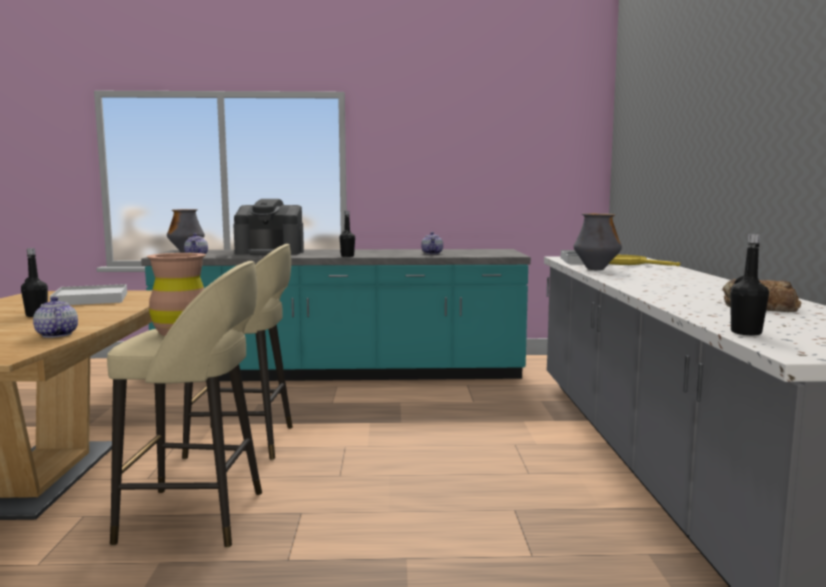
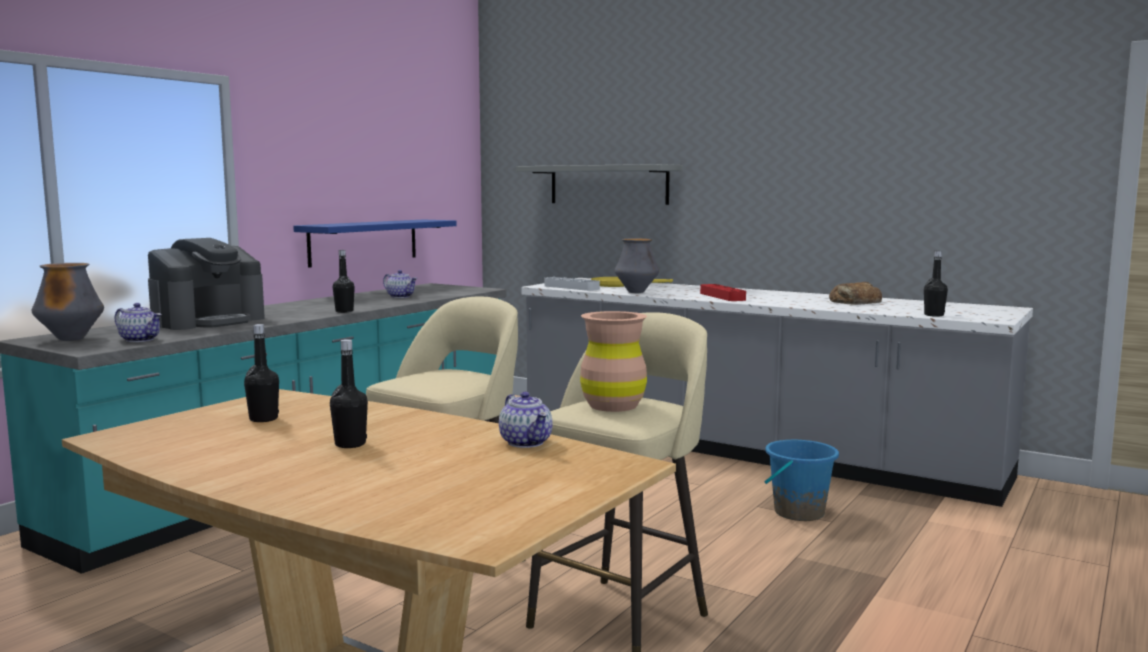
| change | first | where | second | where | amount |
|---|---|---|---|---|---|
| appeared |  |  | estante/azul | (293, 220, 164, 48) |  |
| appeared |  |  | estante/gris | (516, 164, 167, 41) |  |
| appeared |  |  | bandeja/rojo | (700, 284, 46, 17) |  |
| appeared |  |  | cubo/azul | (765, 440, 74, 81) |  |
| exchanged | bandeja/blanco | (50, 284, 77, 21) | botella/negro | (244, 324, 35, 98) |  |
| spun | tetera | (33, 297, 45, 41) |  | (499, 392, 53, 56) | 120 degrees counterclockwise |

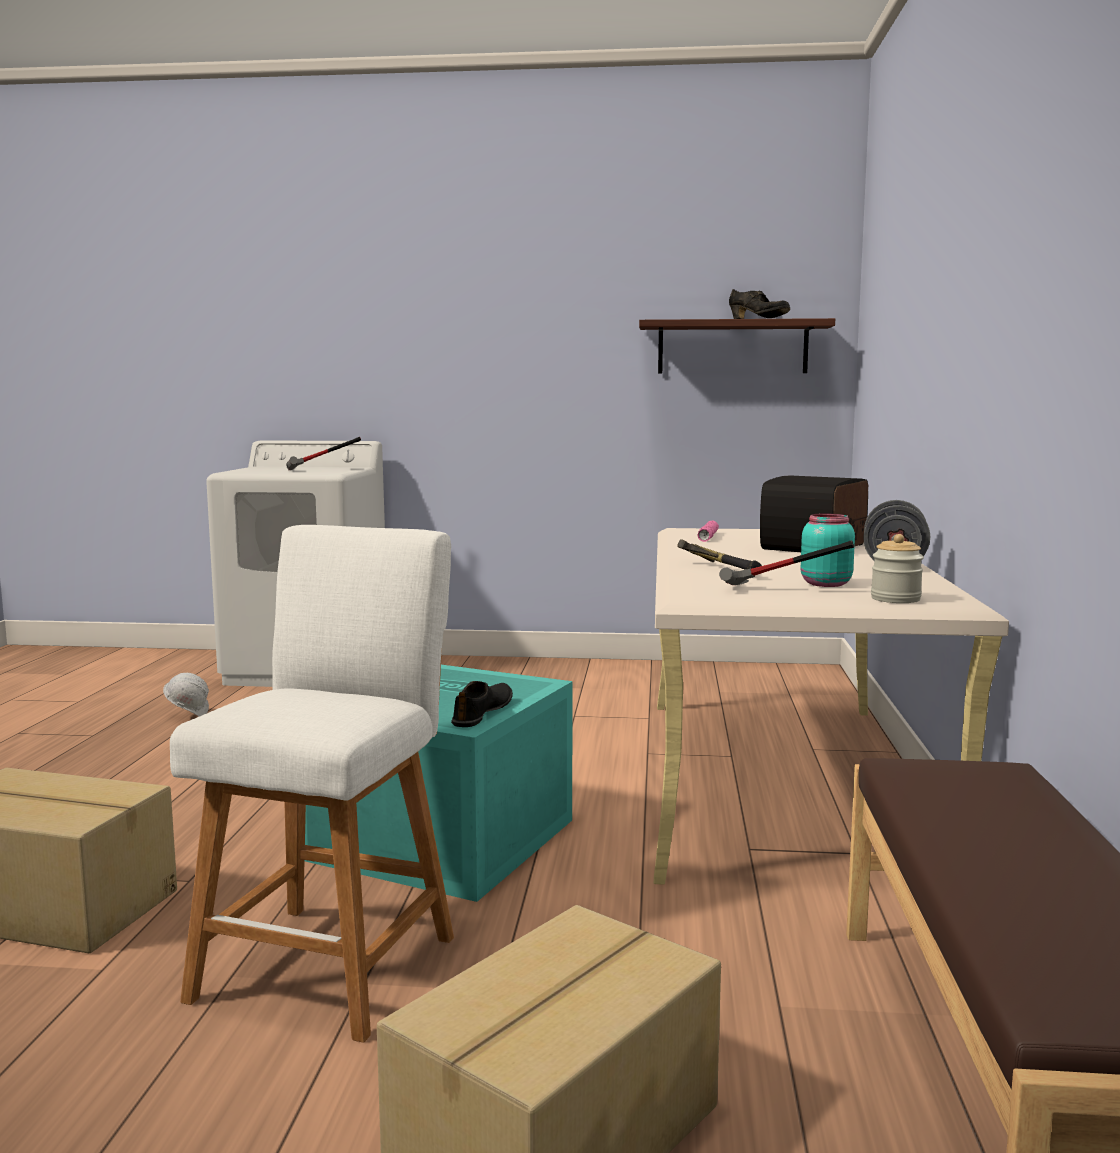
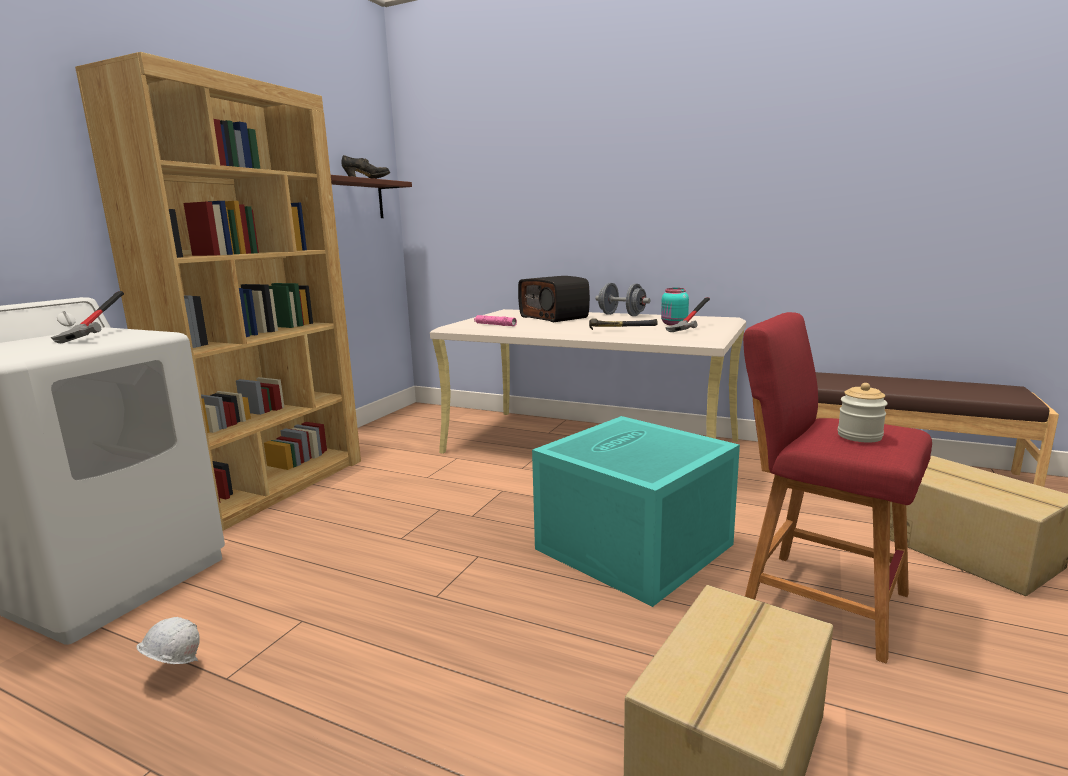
| change | first | where | second | where | amount |
|---|---|---|---|---|---|
| missing | zapato/negro | (451, 681, 62, 46) |  |  |  |
| appeared |  |  | estantería/marrón | (75, 52, 286, 479) |  |
| relocated | tarro | (871, 534, 53, 69) |  | (838, 383, 50, 60) |  |
| colour | taburete/blanco | (170, 525, 284, 518) | taburete/rojo | (743, 312, 189, 351) |  |

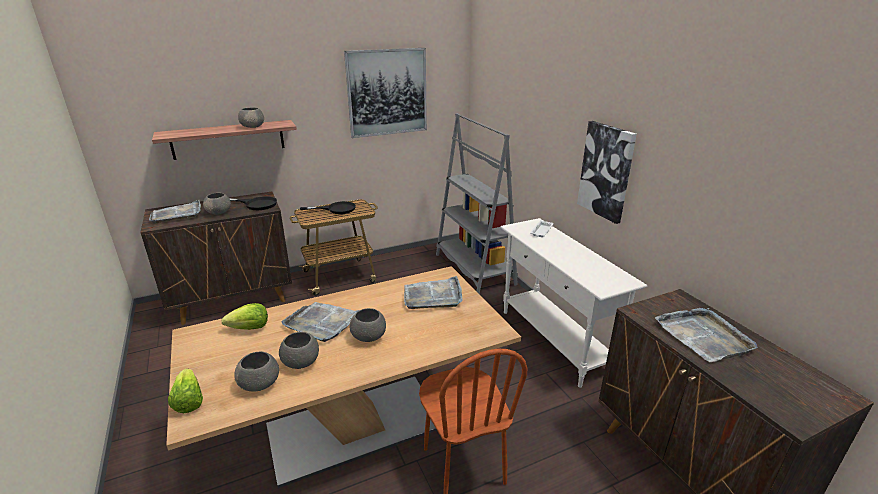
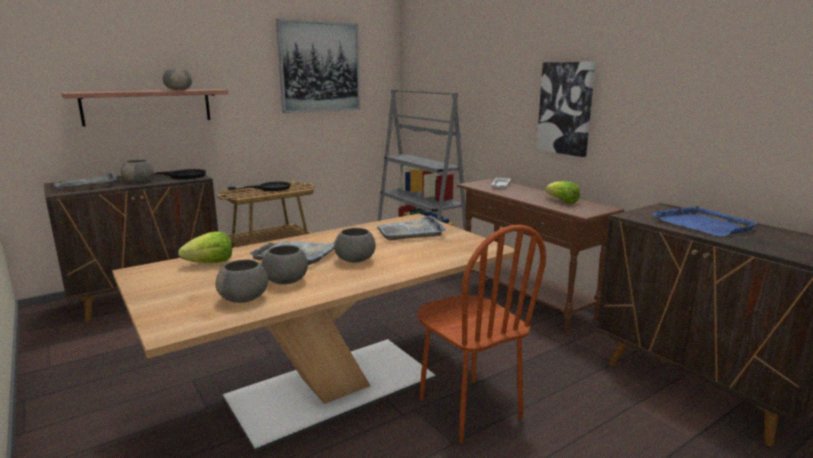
| change | first | where | second | where | amount |
|---|---|---|---|---|---|
| relocated | lechuga | (168, 369, 35, 44) |  | (545, 181, 35, 23) |  |
| colour | mesa consola/blanco | (500, 218, 147, 170) | mesa consola/marrón | (457, 179, 167, 155) |  |
| colour | bandeja/gris | (655, 308, 103, 54) | bandeja/azul | (653, 206, 104, 30) |  |

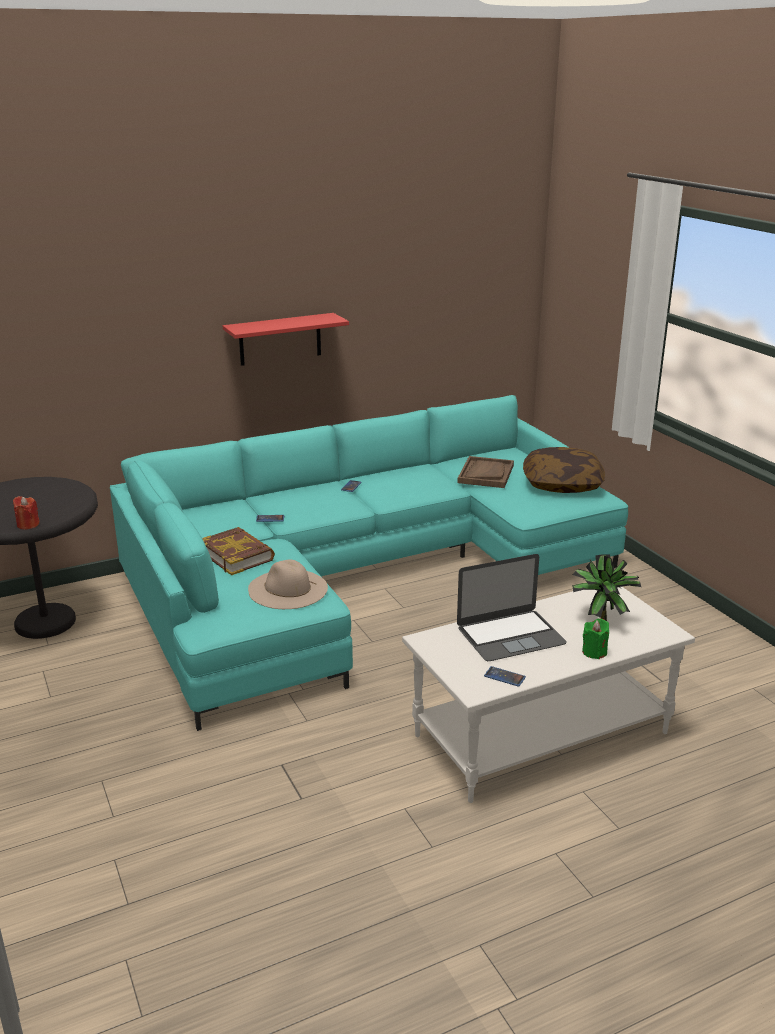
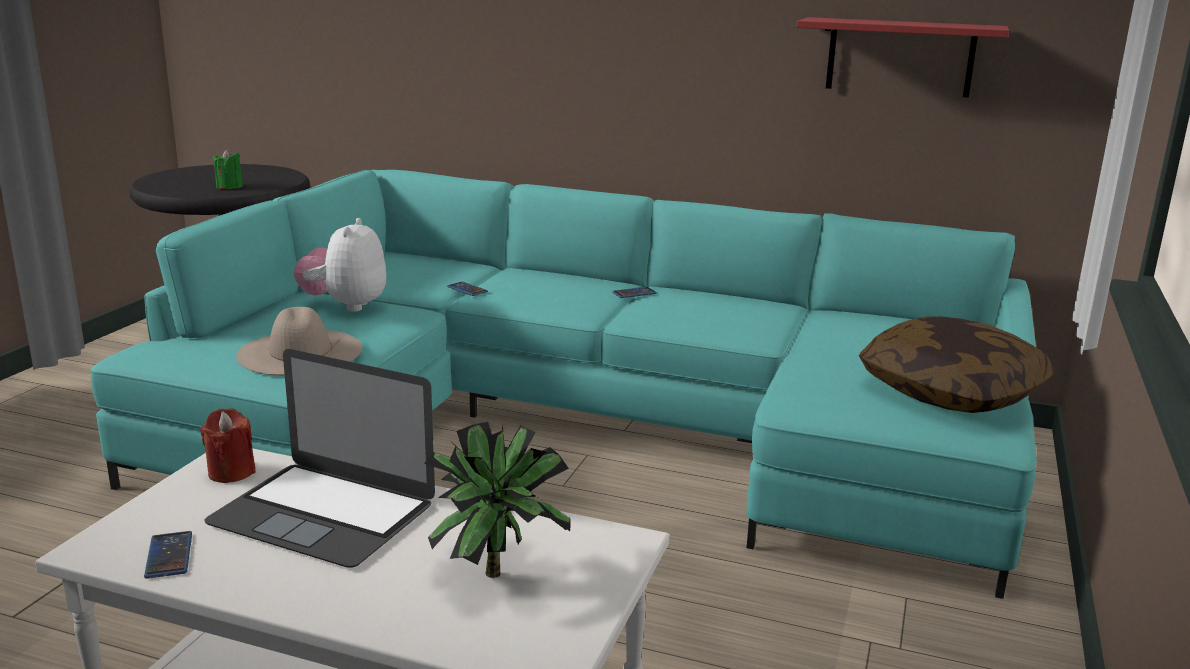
| change | first | where | second | where | amount |
|---|---|---|---|---|---|
| missing | bandeja/marrón | (457, 456, 57, 32) |  |  |  |
| relocated | vela/rojo | (13, 496, 27, 34) |  | (200, 408, 56, 75) |  |
| relocated | estante/rojo | (223, 313, 126, 53) |  | (796, 17, 213, 81) |  |
| relocated | vela/verde | (582, 618, 27, 41) |  | (213, 150, 30, 39) |  |
| exchanged | libro | (202, 527, 73, 48) | peluche | (294, 218, 92, 94) |  |

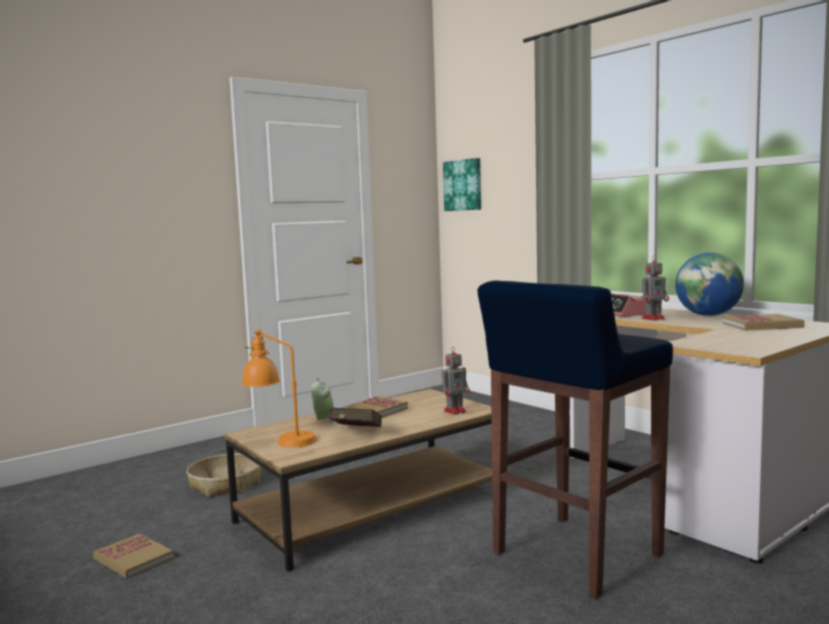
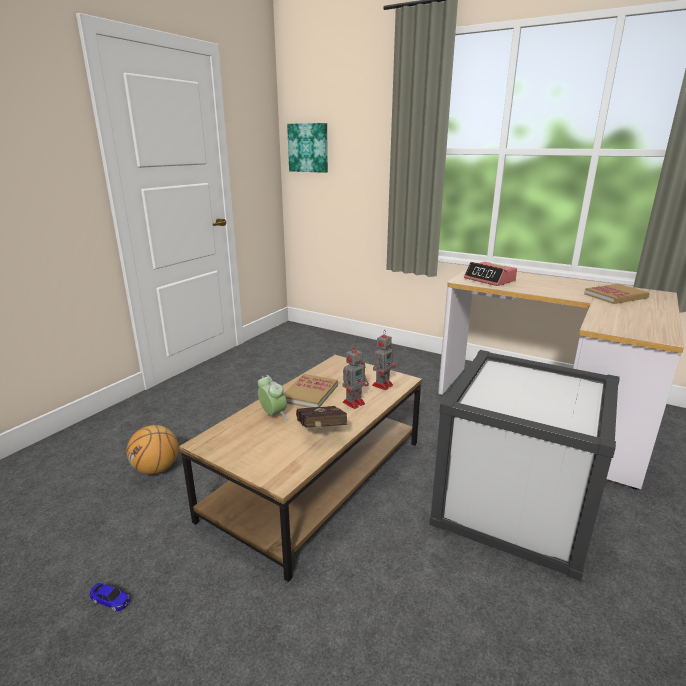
| change | first | where | second | where | amount |
|---|---|---|---|---|---|
| missing | lámpara de mesa/naranja | (242, 329, 75, 119) |  |  |  |
| missing | globo terráqueo | (675, 252, 69, 64) |  |  |  |
| relocated | robot de juguete | (642, 255, 27, 66) |  | (342, 344, 27, 65) |  |
| exchanged | libro | (93, 534, 81, 45) | coche de juguete | (90, 583, 40, 28) |  |
| exchanged | cesta | (187, 453, 74, 44) | balón de baloncesto | (127, 425, 51, 49) |  |
| exchanged | taburete/azul | (478, 281, 195, 318) | caja de almacenaje/blanco | (429, 350, 191, 231) |  |

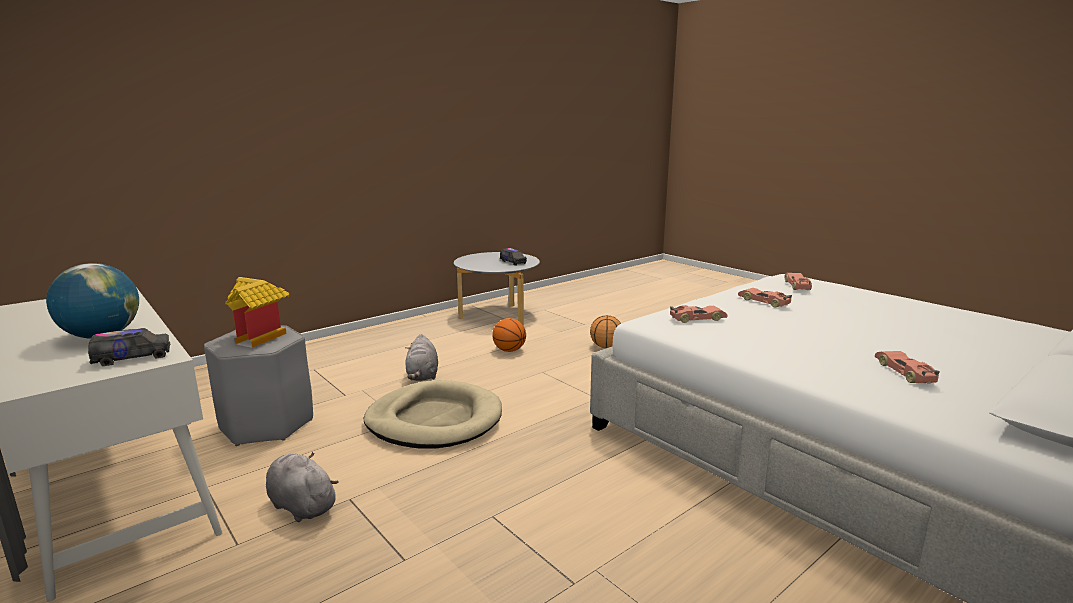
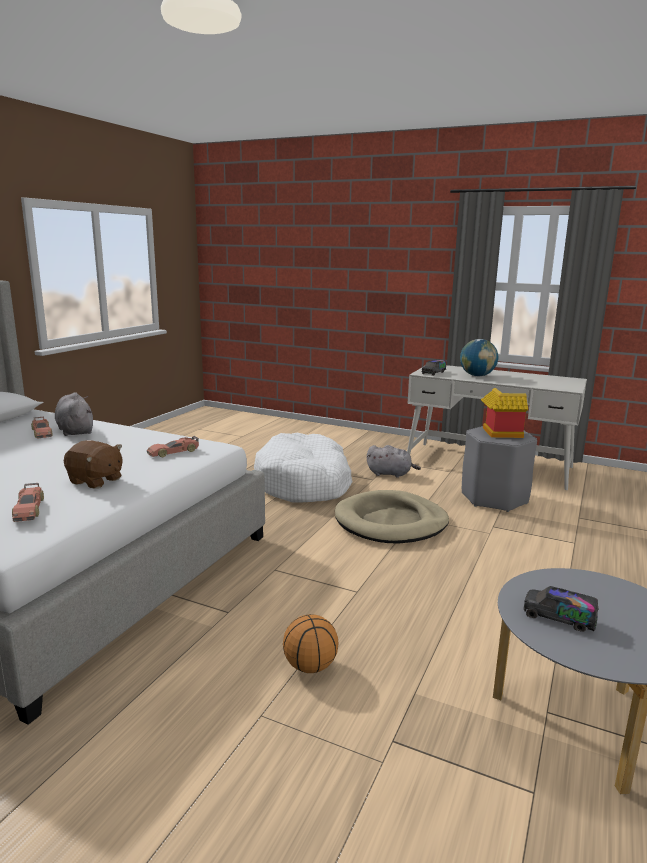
| change | first | where | second | where | amount |
|---|---|---|---|---|---|
| missing | balón de baloncesto | (492, 318, 34, 34) |  |  |  |
| appeared |  |  | cama para perro/blanco | (254, 433, 98, 70) |  |
| relocated | peluche/gris | (405, 334, 33, 47) |  | (55, 392, 38, 44) |  |
| exchanged | coche de juguete | (738, 288, 54, 20) | peluche/marrón | (64, 440, 59, 49) |  |

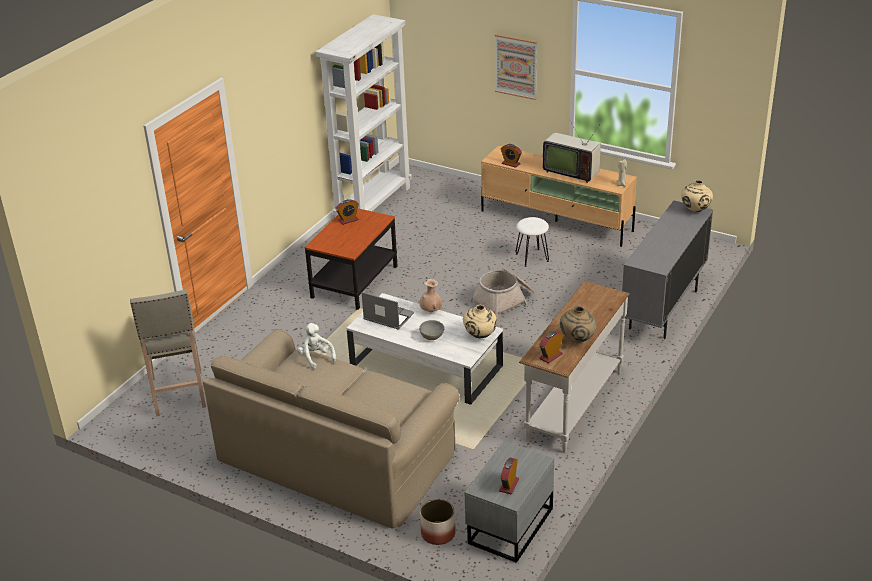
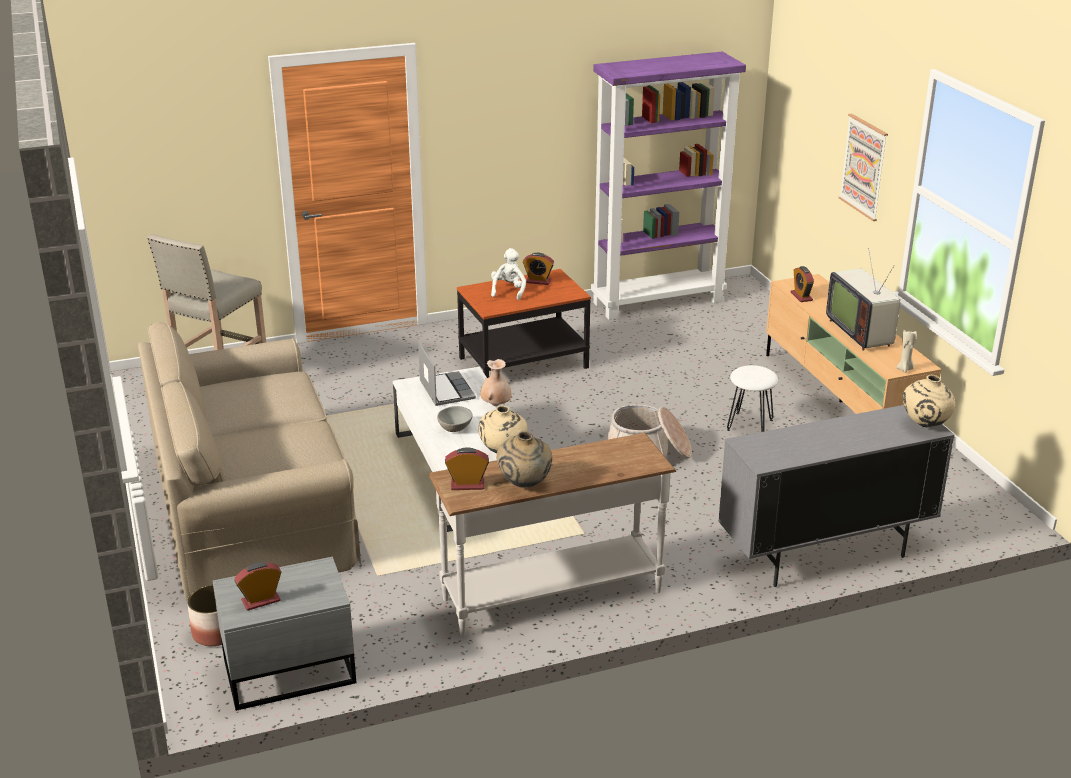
| change | first | where | second | where | amount |
|---|---|---|---|---|---|
| relocated | peluche/blanco | (297, 323, 39, 46) |  | (491, 248, 35, 52) |  |
| colour | estantería/blanco | (315, 14, 97, 203) | estantería/morado | (591, 52, 155, 268) |  |

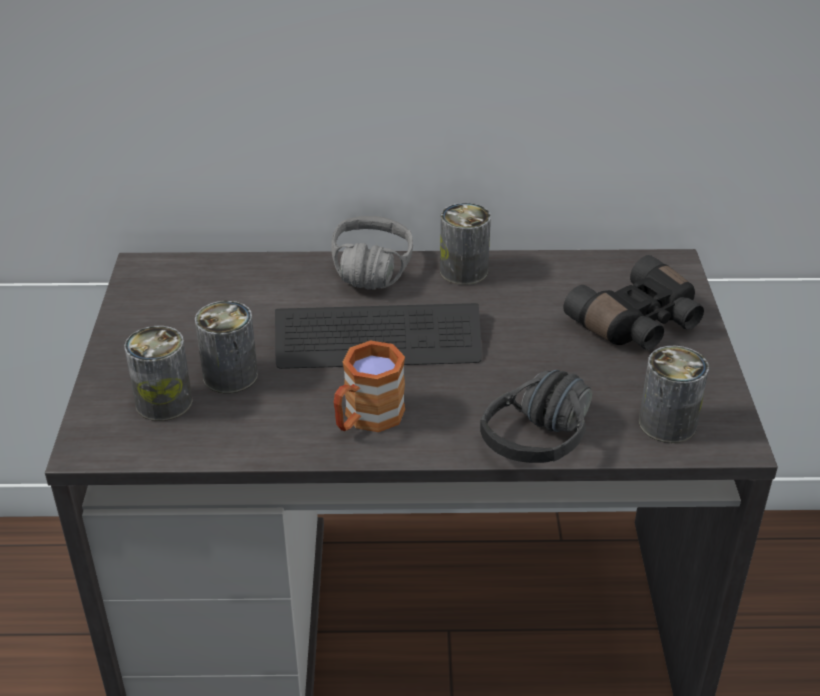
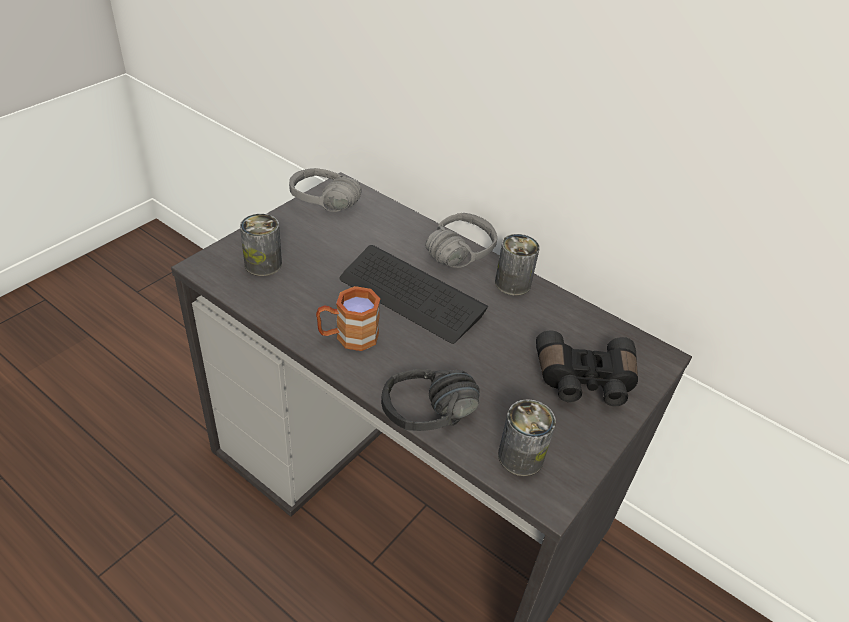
| change | first | where | second | where | amount |
|---|---|---|---|---|---|
| missing | lata | (195, 301, 63, 92) |  |  |  |
| appeared |  |  | auriculares/gris | (289, 168, 73, 44) |  |

